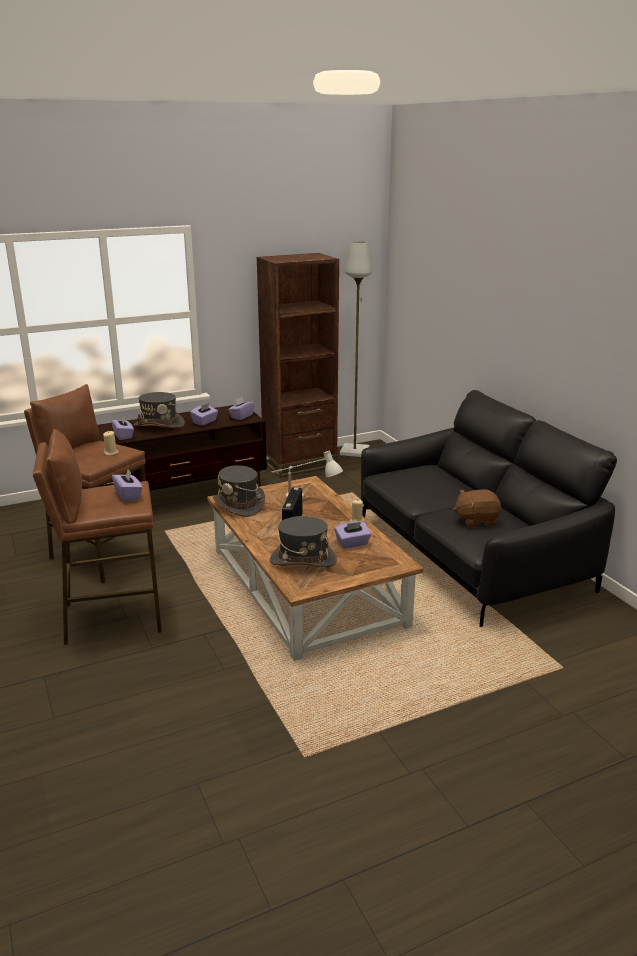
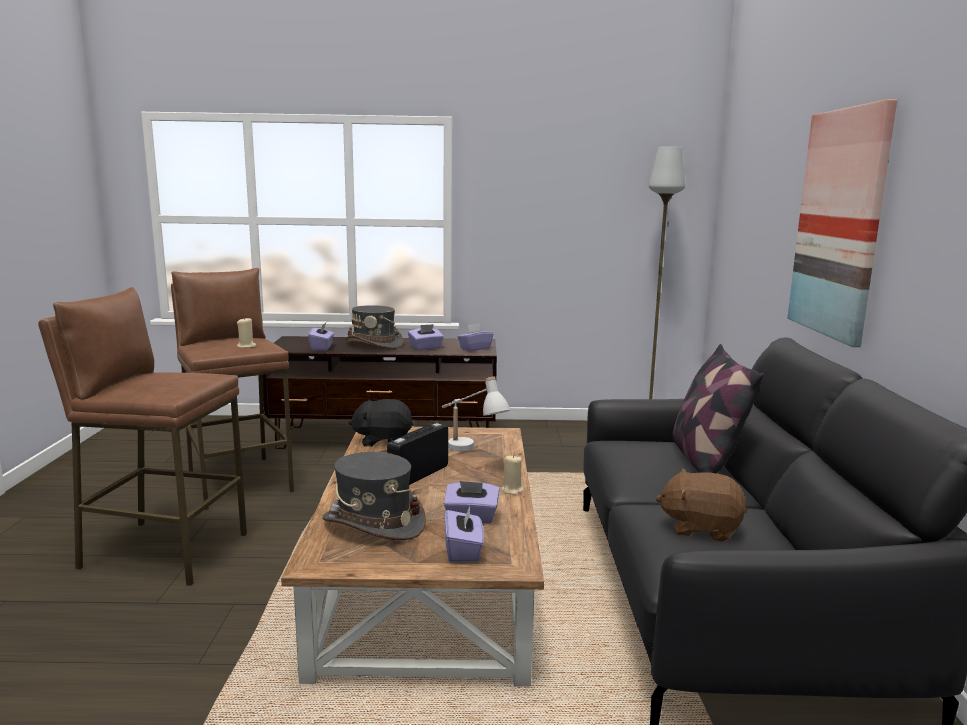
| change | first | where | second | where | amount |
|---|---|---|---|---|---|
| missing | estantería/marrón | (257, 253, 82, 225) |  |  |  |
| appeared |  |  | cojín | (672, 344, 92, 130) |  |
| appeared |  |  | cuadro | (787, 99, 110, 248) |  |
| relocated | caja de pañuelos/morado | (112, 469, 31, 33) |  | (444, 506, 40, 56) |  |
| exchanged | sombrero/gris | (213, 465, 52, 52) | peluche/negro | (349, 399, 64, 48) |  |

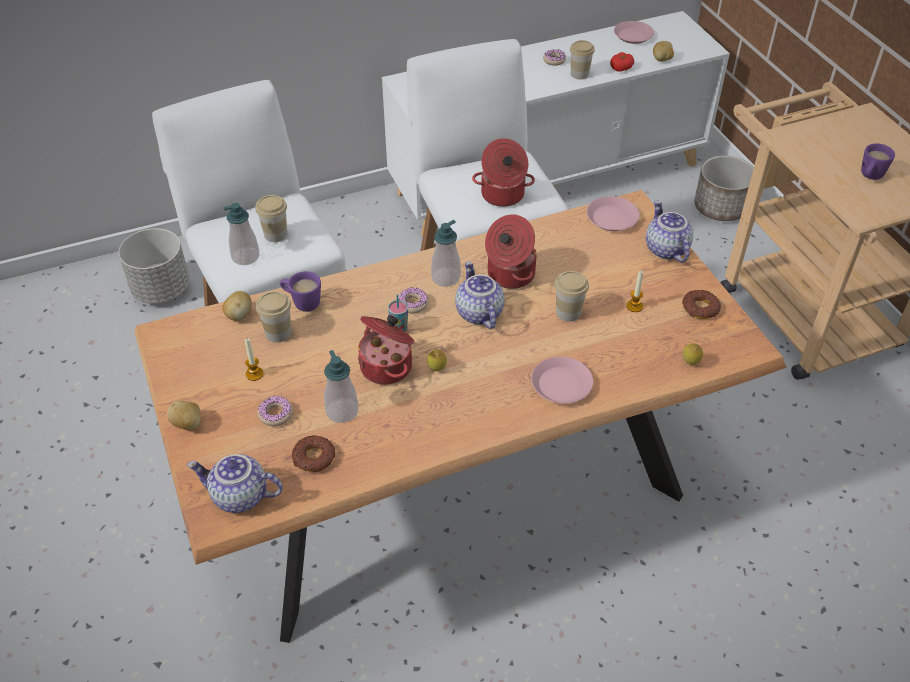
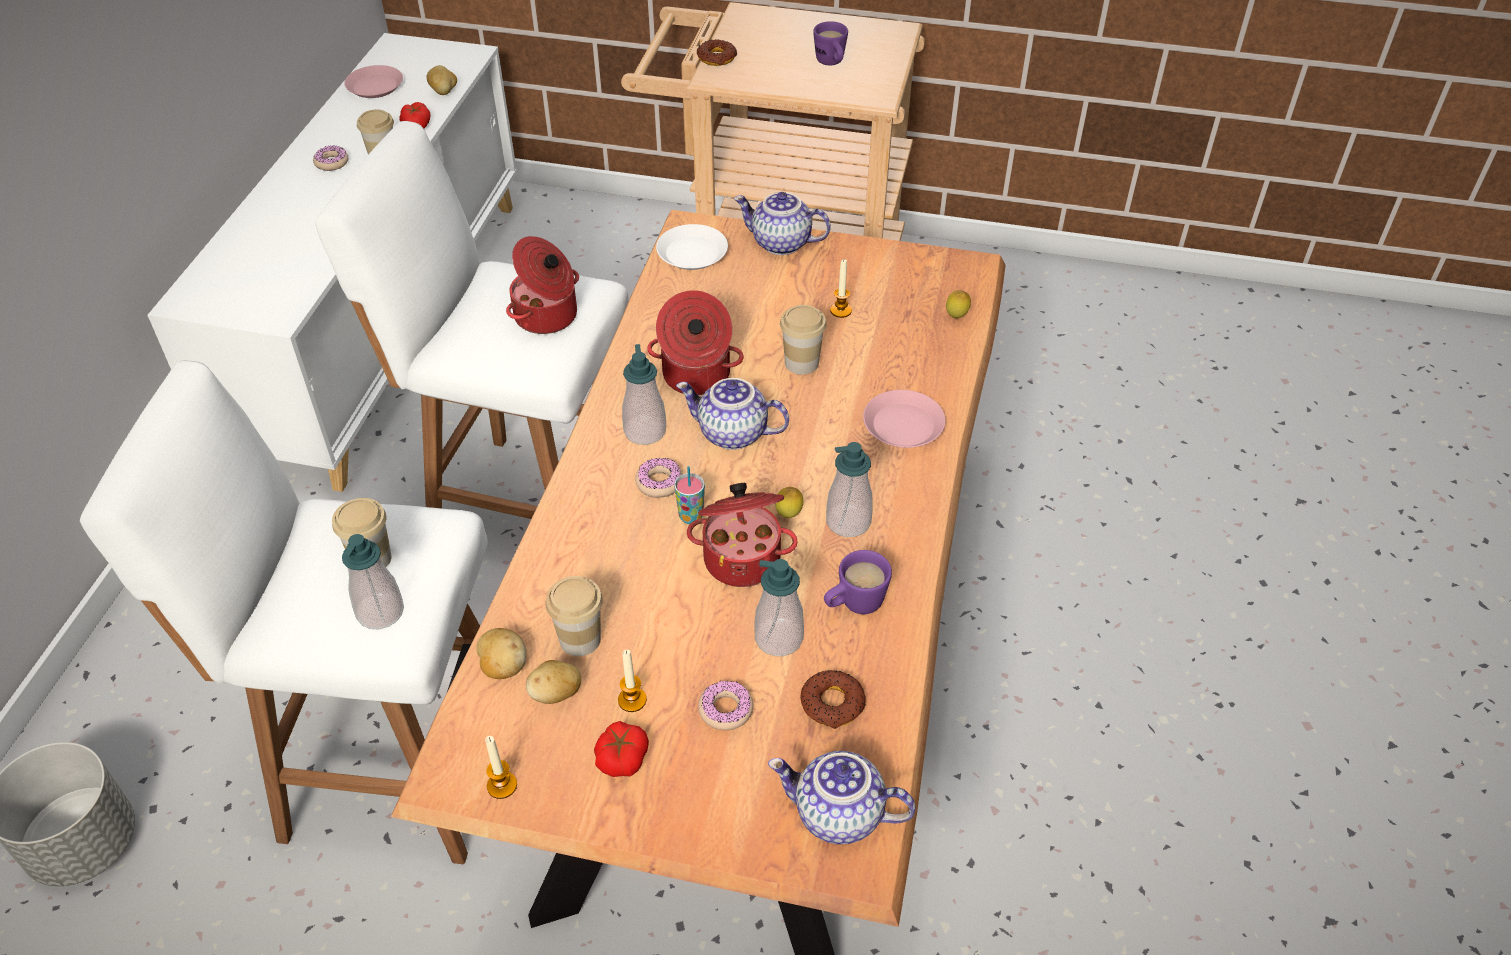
| change | first | where | second | where | amount |
|---|---|---|---|---|---|
| missing | maceta | (694, 156, 60, 65) |  |  |  |
| appeared |  |  | vela | (485, 736, 32, 63) |  |
| appeared |  |  | tomate | (594, 721, 55, 56) |  |
| appeared |  |  | dispensador de jabón | (826, 442, 46, 95) |  |
| relocated | patata | (167, 400, 34, 31) |  | (526, 660, 55, 44) |  |
| relocated | taza grande/morado | (280, 271, 41, 41) |  | (824, 550, 68, 64) |  |
| relocated | rosquilla | (682, 290, 39, 29) |  | (697, 39, 40, 27) |  |
| colour | plato/rosa | (587, 196, 53, 35) | plato/blanco | (656, 224, 72, 46) |  |
| spun | tetera | (187, 454, 96, 59) |  | (768, 751, 148, 94) | 60 degrees clockwise |

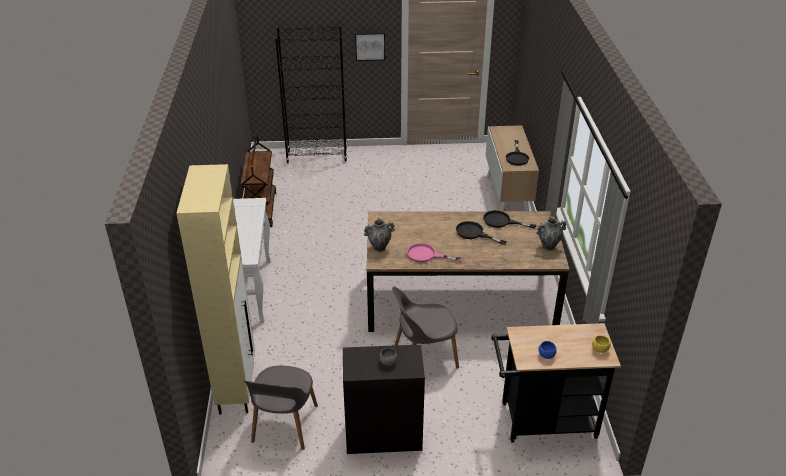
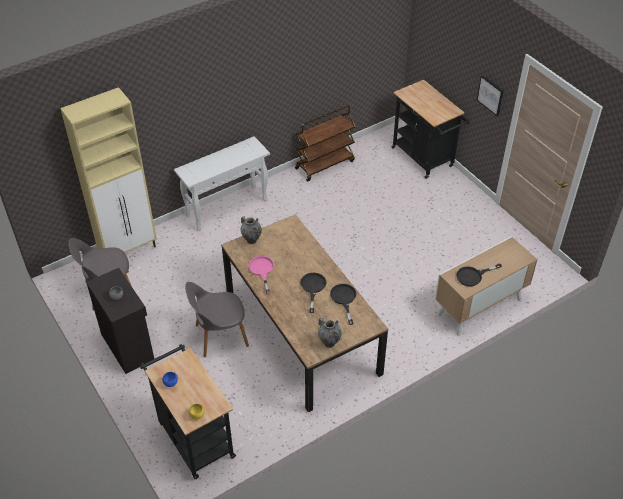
| change | first | where | second | where | amount |
|---|---|---|---|---|---|
| exchanged | estantería/negro | (275, 26, 72, 137) | carrito/negro | (392, 80, 78, 99) |  |
| spun | silla/gris | (392, 287, 67, 82) |  | (185, 282, 64, 75) | 60 degrees counterclockwise |

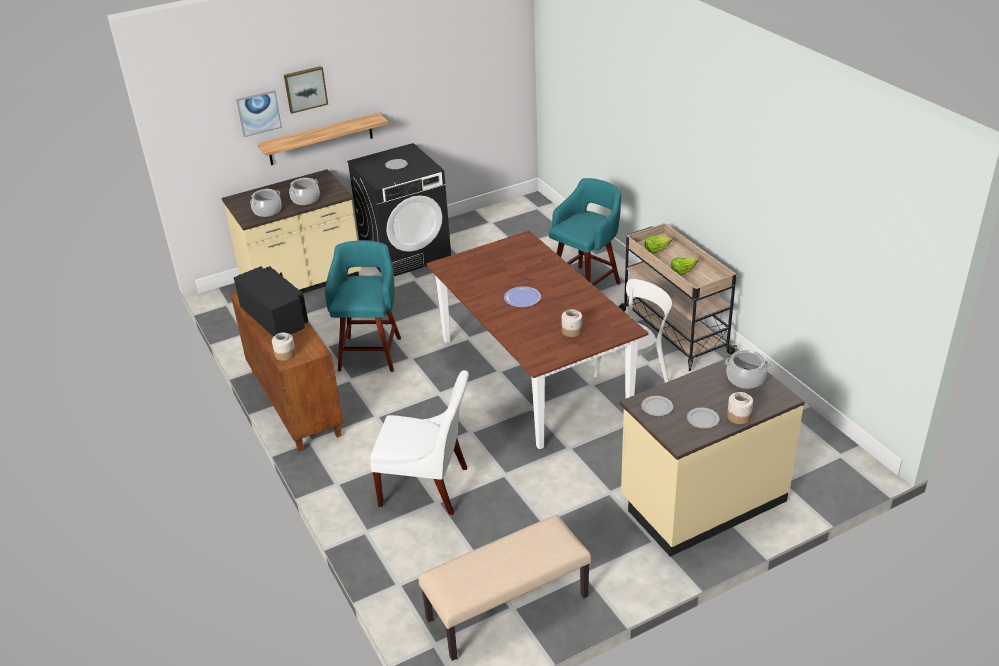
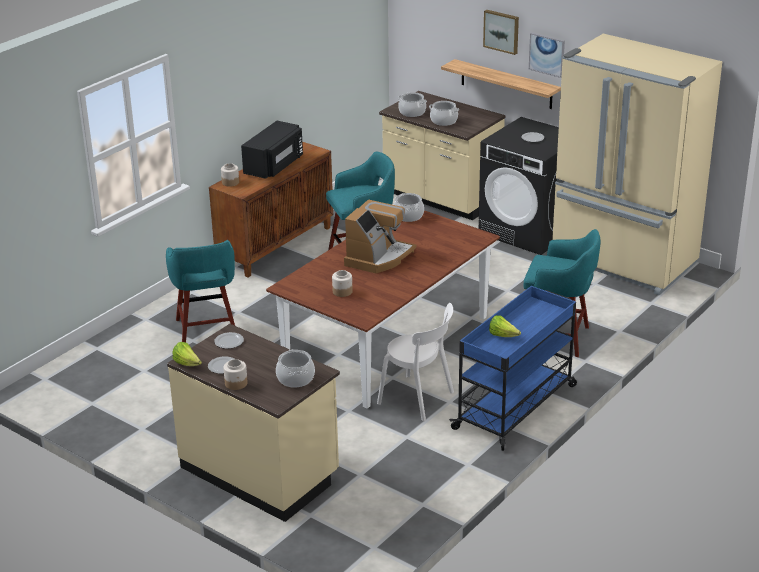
| change | first | where | second | where | amount |
|---|---|---|---|---|---|
| missing | banco/beis | (418, 515, 174, 146) |  |  |  |
| appeared |  |  | olla | (394, 193, 30, 29) |  |
| appeared |  |  | nevera/beis | (552, 34, 170, 261) |  |
| relocated | cuadro | (236, 90, 46, 47) |  | (529, 33, 36, 45) |  |
| relocated | lechuga | (644, 236, 28, 18) |  | (172, 342, 30, 24) |  |
| exchanged | silla/blanco | (370, 370, 99, 145) | taburete/turquesa | (166, 240, 69, 103) |  |
| exchanged | plato | (504, 286, 37, 21) | cafetera | (344, 200, 72, 73) |  |
| colour | carrito/beis | (619, 223, 119, 148) | carrito/azul | (449, 286, 128, 165) |  |

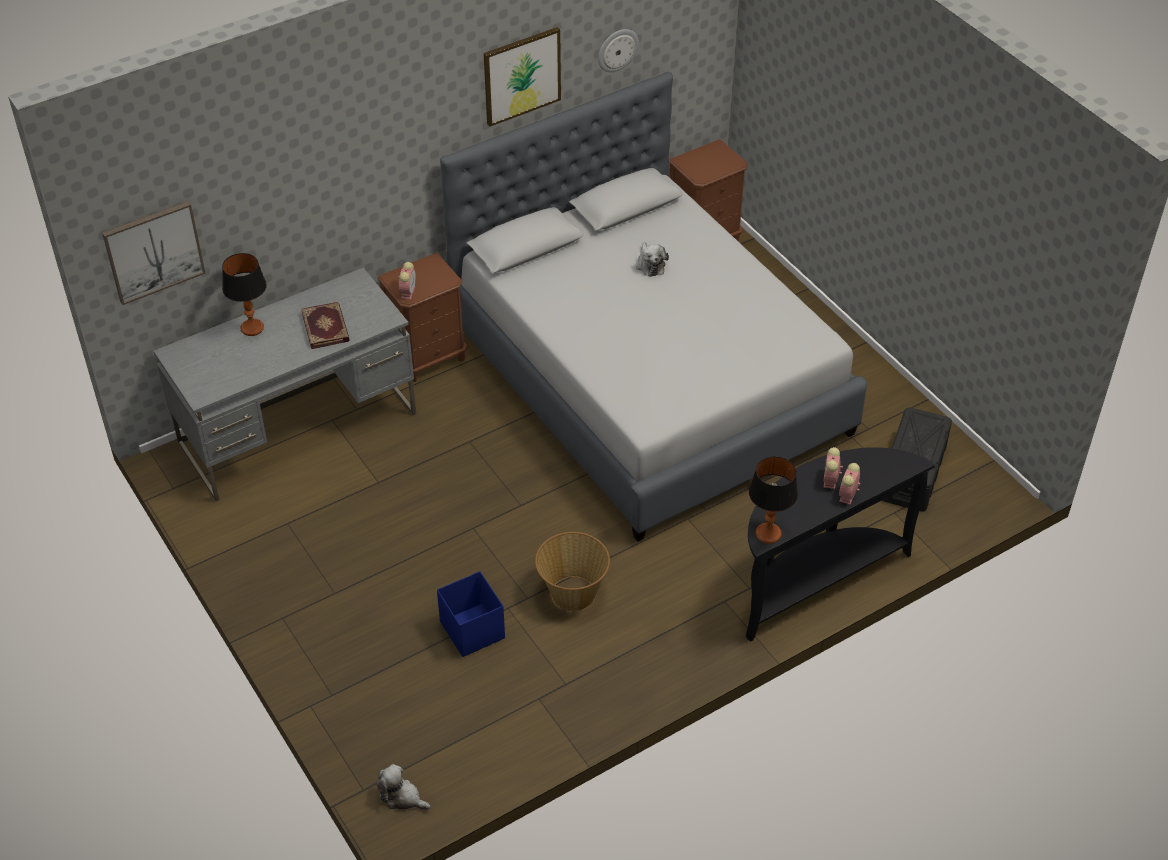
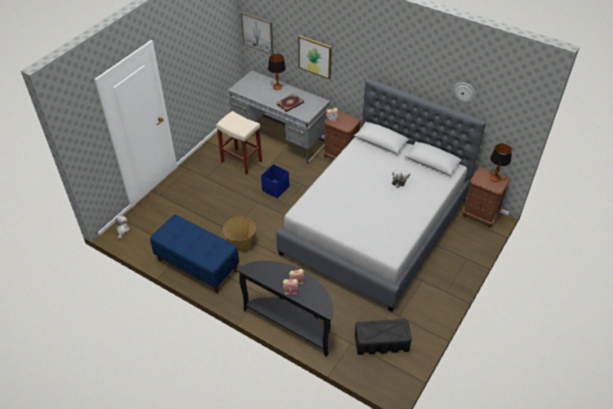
| change | first | where | second | where | amount |
|---|---|---|---|---|---|
| appeared |  |  | banco/azul | (150, 215, 89, 78) |  |
| appeared |  |  | taburete/beis | (216, 111, 46, 64) |  |
| relocated | caja de almacenaje/azul | (437, 571, 68, 86) |  | (261, 164, 28, 34) |  |
| relocated | cuadro | (484, 27, 77, 100) |  | (298, 35, 34, 44) |  |
| relocated | lámpara de mesa | (749, 456, 49, 88) |  | (490, 144, 22, 38) |  |

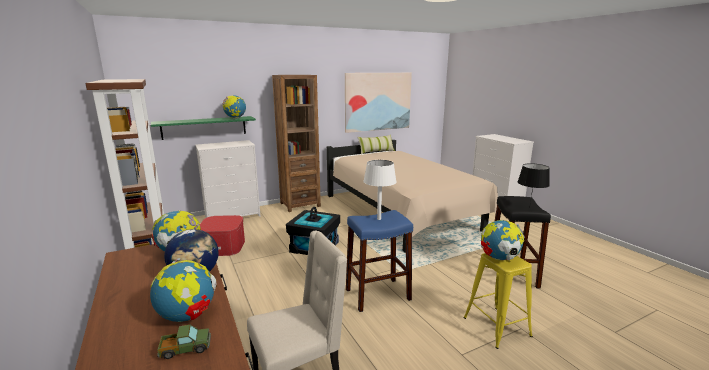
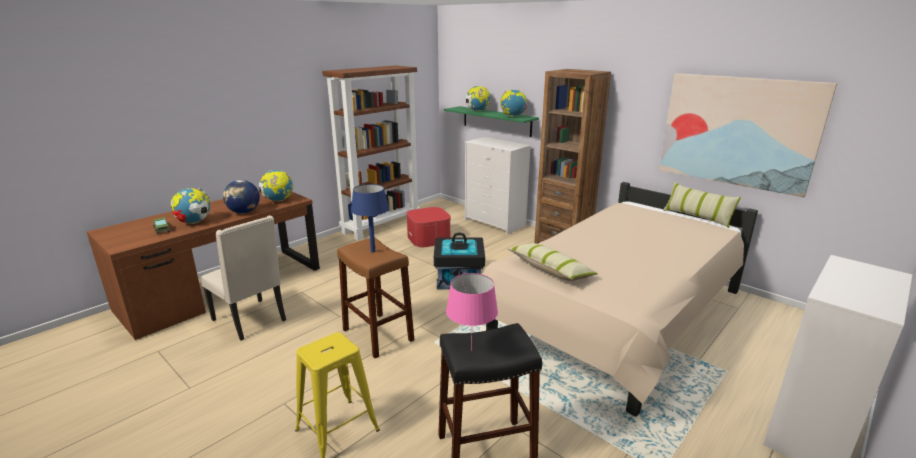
| change | first | where | second | where | amount |
|---|---|---|---|---|---|
| appeared |  |  | cojín | (507, 243, 91, 38) |  |
| relocated | globo terráqueo | (481, 220, 44, 40) |  | (465, 86, 26, 26) |  |
| colour | taburete/azul | (346, 210, 67, 102) | taburete/marrón | (337, 238, 77, 120) |  |
| colour | lámpara de mesa/blanco | (363, 160, 34, 60) | lámpara de mesa/azul | (351, 184, 38, 69) |  |
| colour | lámpara de mesa/negro | (518, 163, 32, 41) | lámpara de mesa/rosa | (446, 273, 52, 78) |  |

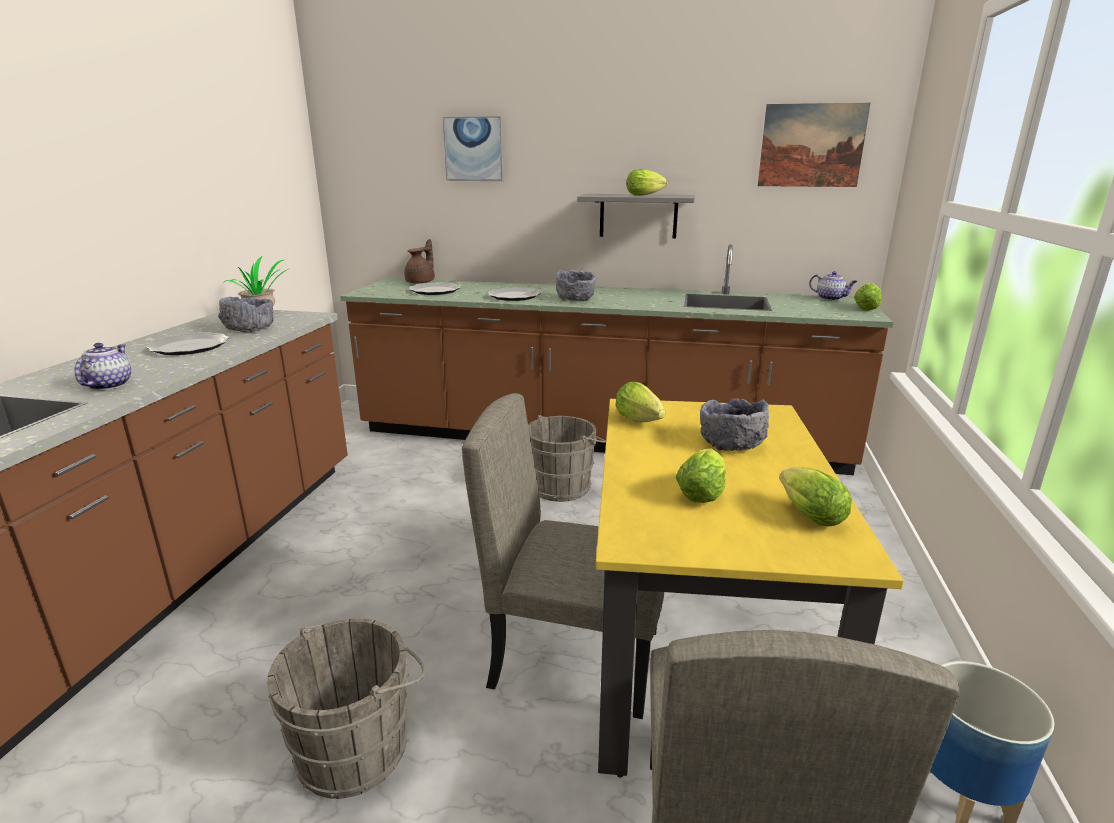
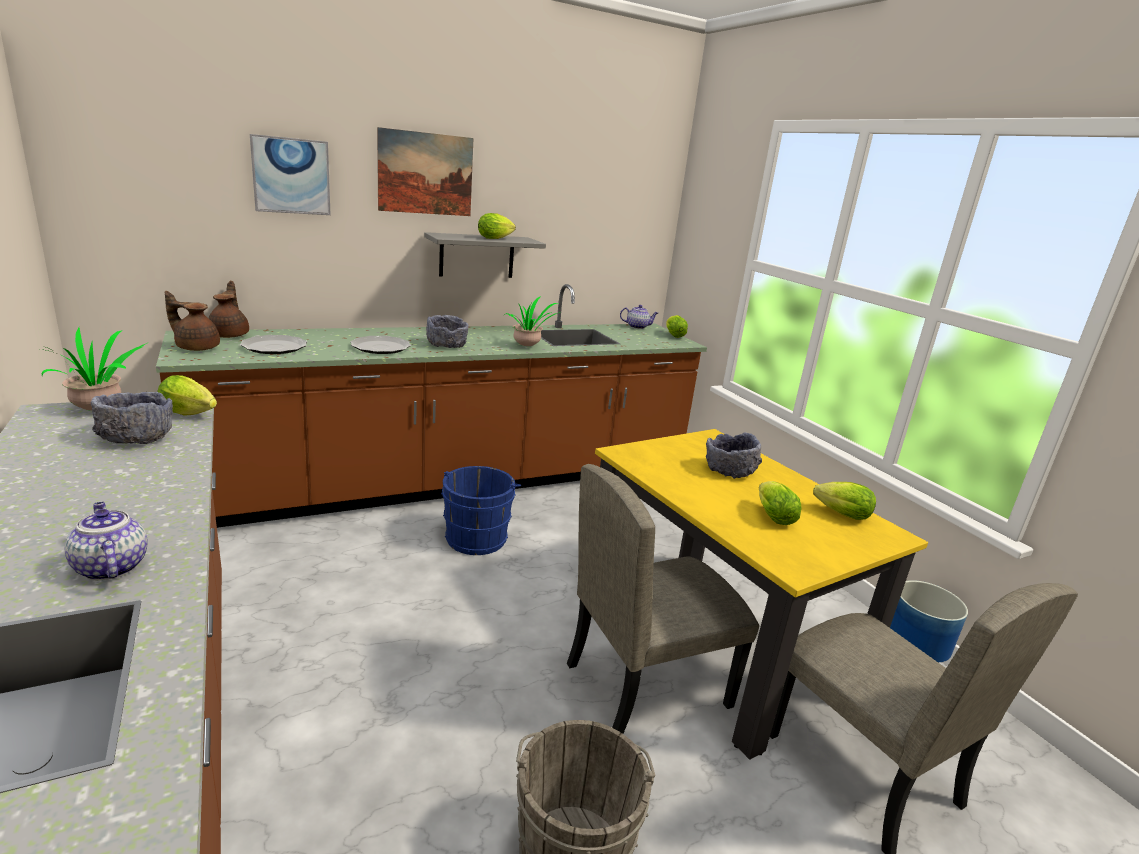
| change | first | where | second | where | amount |
|---|---|---|---|---|---|
| missing | plato | (146, 332, 84, 23) |  |  |  |
| appeared |  |  | tetera/marrón | (165, 291, 55, 60) |  |
| appeared |  |  | planta en maceta | (504, 296, 56, 50) |  |
| relocated | lechuga | (615, 382, 50, 40) |  | (157, 375, 60, 40) |  |
| relocated | cuadro | (758, 103, 112, 84) |  | (377, 127, 97, 89) |  |
| colour | cubo/gris | (528, 415, 78, 87) | cubo/azul | (441, 466, 80, 89) |  |

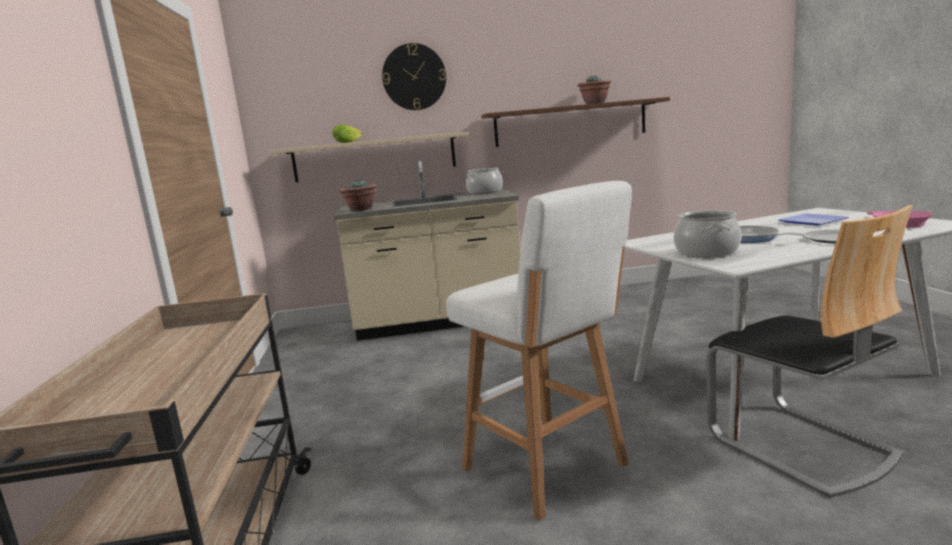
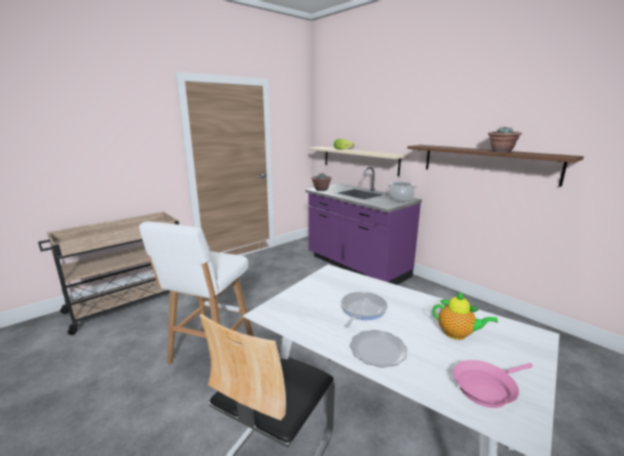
| change | first | where | second | where | amount |
|---|---|---|---|---|---|
| missing | reloj de pared | (382, 43, 64, 67) |  |  |  |
| missing | olla | (673, 210, 68, 48) |  |  |  |
| exchanged | plato | (778, 213, 71, 12) | tetera | (433, 292, 65, 48) |  |
| colour | mueble bajo de cocina/beis | (334, 158, 186, 183) | mueble bajo de cocina/morado | (305, 167, 117, 118) |  |

